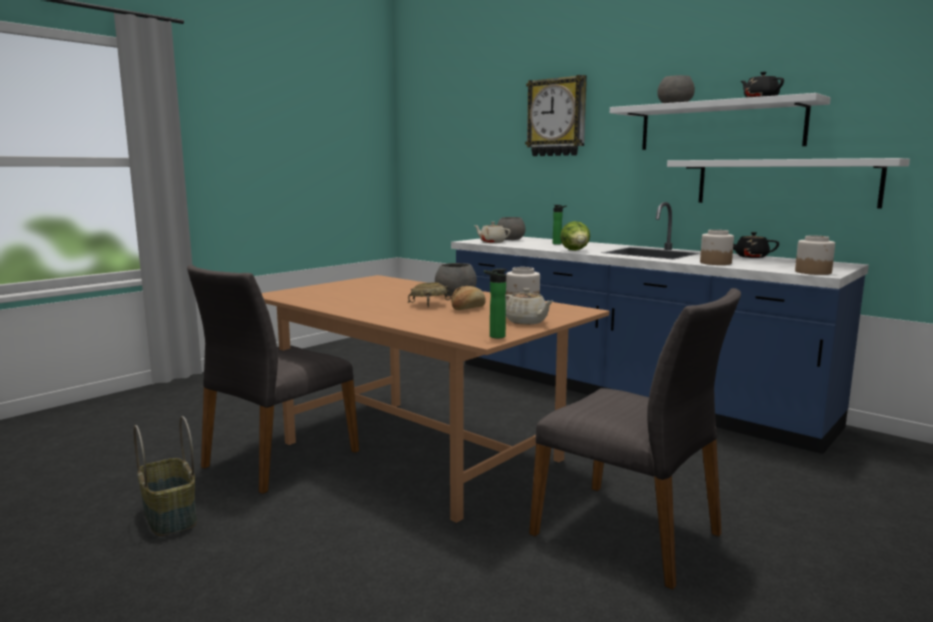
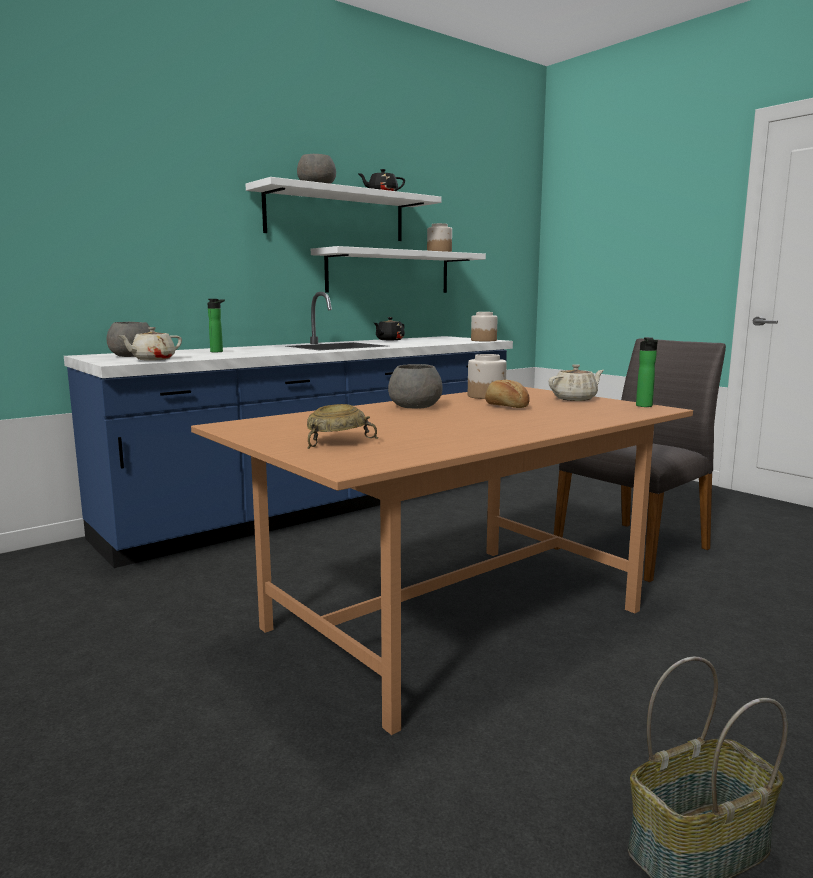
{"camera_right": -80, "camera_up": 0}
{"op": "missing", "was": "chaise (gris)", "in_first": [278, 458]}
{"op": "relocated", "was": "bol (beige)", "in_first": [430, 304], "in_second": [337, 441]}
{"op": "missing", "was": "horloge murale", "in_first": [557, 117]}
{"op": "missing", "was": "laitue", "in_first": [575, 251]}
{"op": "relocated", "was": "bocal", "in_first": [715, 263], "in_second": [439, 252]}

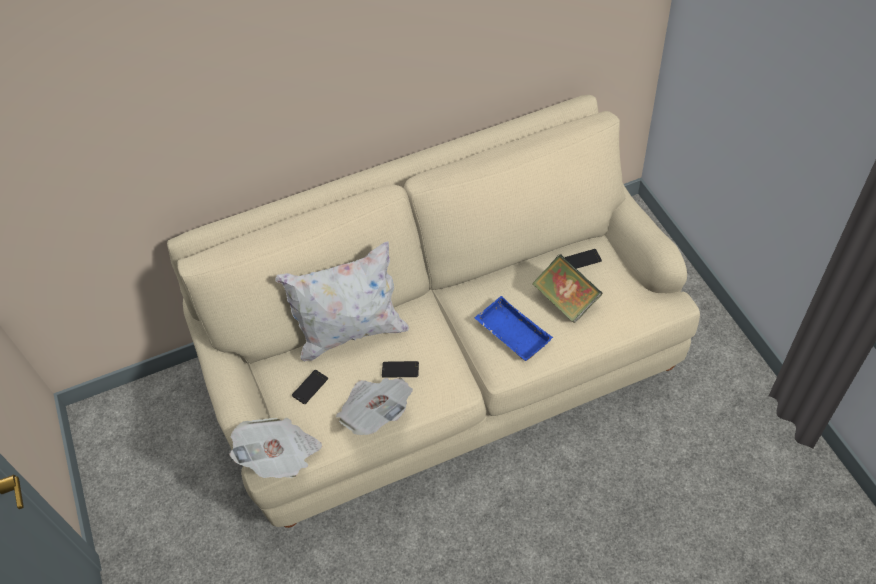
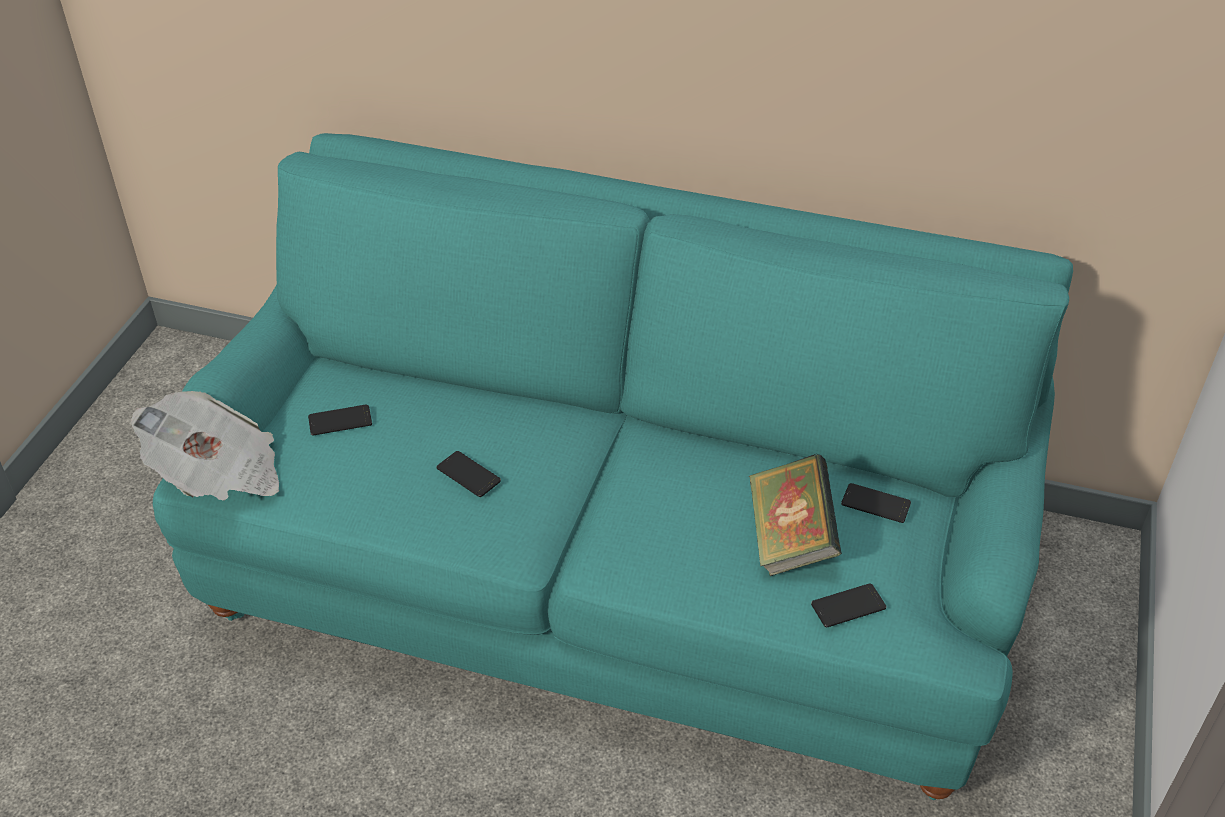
{"camera_right": 35, "camera_up": -10}
{"op": "colour", "was": "canapé (beige)", "now": "canapé (turquoise)", "in_first": [445, 368], "in_second": [613, 573]}
{"op": "missing", "was": "coussin (blanc)", "in_first": [351, 332]}
{"op": "missing", "was": "journal", "in_first": [375, 413]}
{"op": "missing", "was": "plateau (bleu)", "in_first": [510, 333]}
{"op": "appeared", "now": "téléphone", "in_second": [848, 606]}

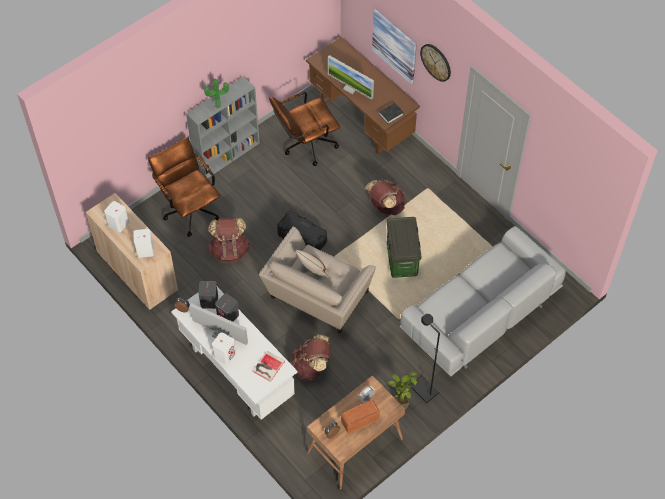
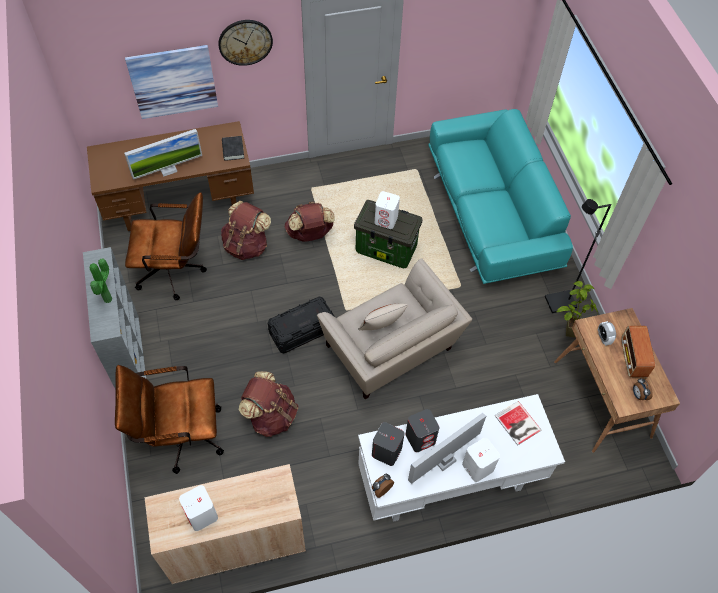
{"camera_right": -65, "camera_up": 0}
{"op": "relocated", "was": "enceinte (blanc)", "in_first": [145, 250], "in_second": [386, 220]}
{"op": "spun", "was": "chaise de bureau (marron)", "in_first": [305, 145], "in_second": [176, 272], "clockwise": -90}
{"op": "relocated", "was": "sac à dos (marron)", "in_first": [311, 366], "in_second": [246, 245]}
{"op": "colour", "was": "canapé (gris)", "now": "canapé (turquoise)", "in_first": [479, 315], "in_second": [491, 215]}

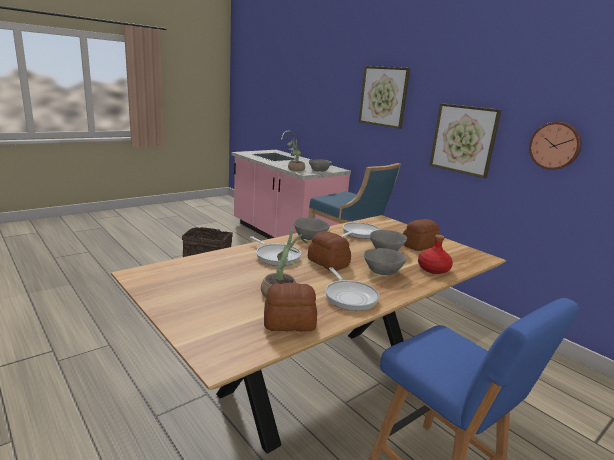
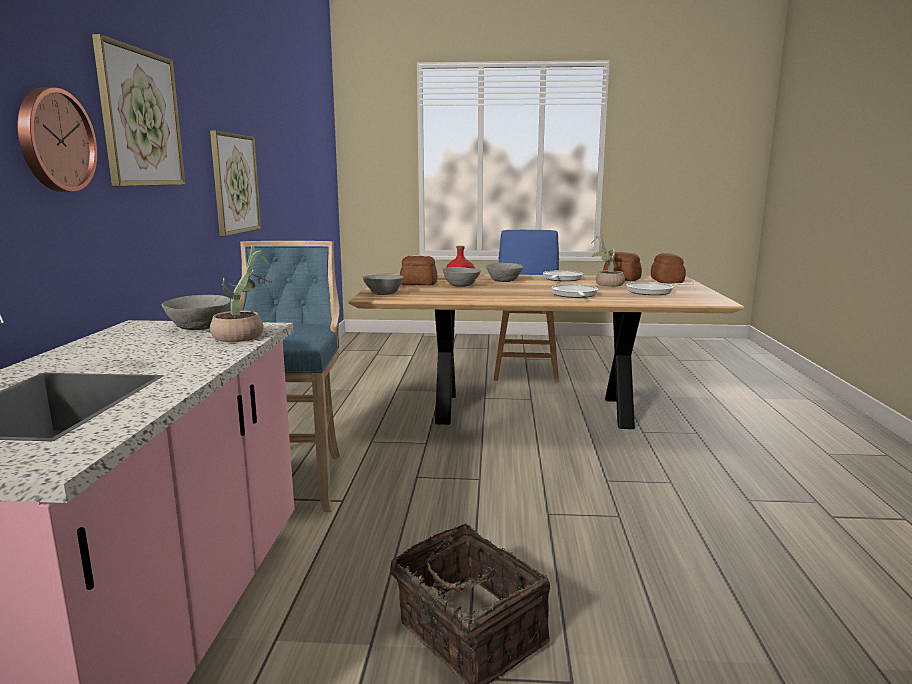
{"camera_right": -135, "camera_up": -5}
{"op": "relocated", "was": "bol (gris)", "in_first": [310, 238], "in_second": [384, 293]}
{"op": "relocated", "was": "pain", "in_first": [328, 263], "in_second": [667, 281]}
{"op": "relocated", "was": "poêle", "in_first": [359, 233], "in_second": [652, 291]}
{"op": "relocated", "was": "horloge murale", "in_first": [555, 145], "in_second": [54, 140]}

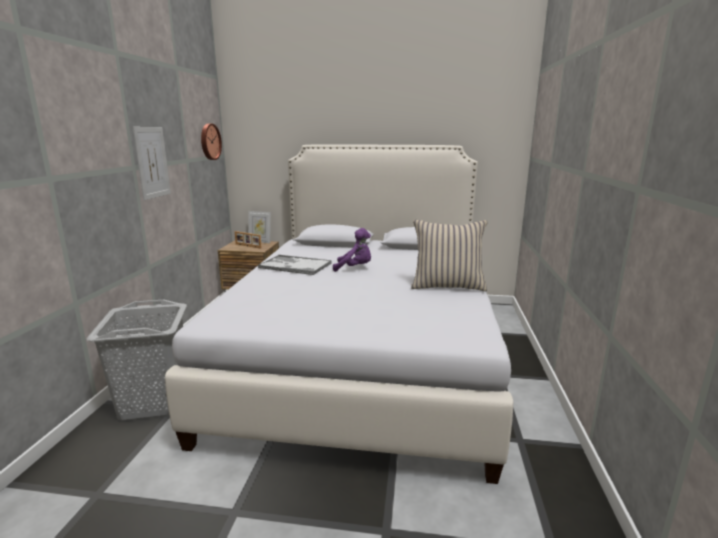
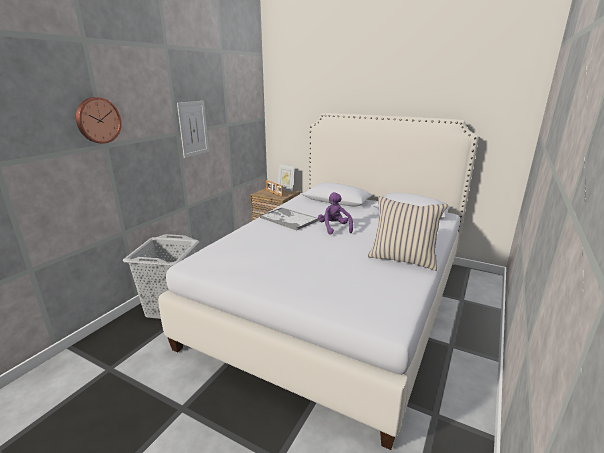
{"camera_right": 20, "camera_up": 5}
{"op": "relocated", "was": "horloge murale", "in_first": [209, 142], "in_second": [98, 120]}
{"op": "spun", "was": "peluche (violet)", "in_first": [355, 268], "in_second": [334, 228], "clockwise": -135}

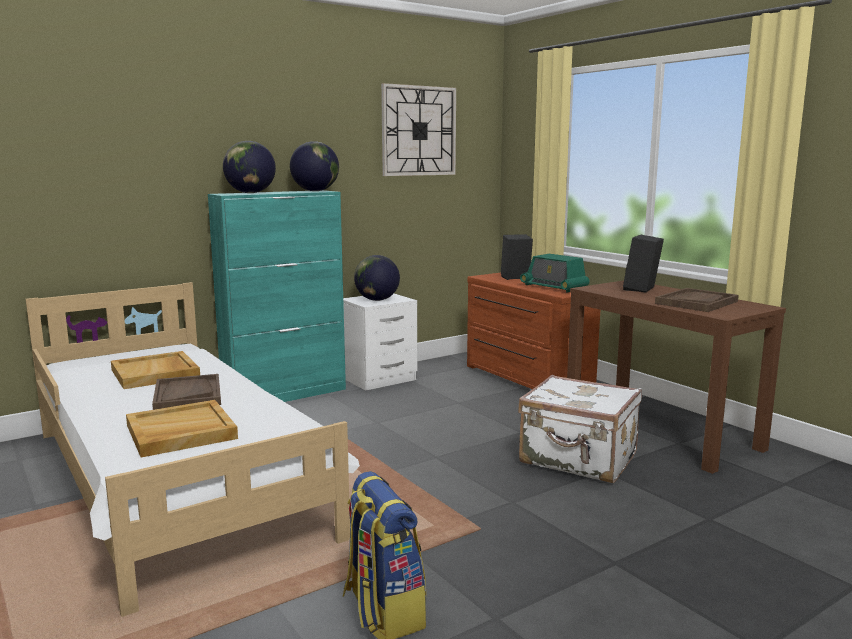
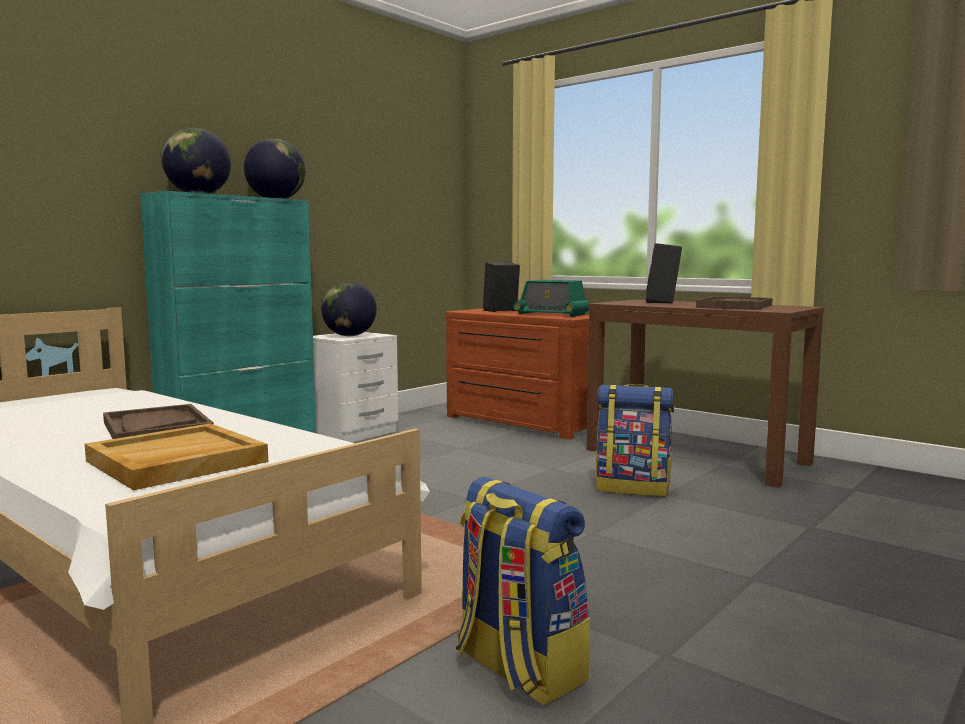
{"camera_right": -15, "camera_up": -5}
{"op": "missing", "was": "plateau (beige)", "in_first": [156, 373]}
{"op": "missing", "was": "horloge murale", "in_first": [419, 131]}
{"op": "exchanged", "was": "valise (blanc)", "now": "sac à dos", "in_first": [578, 460], "in_second": [633, 488]}

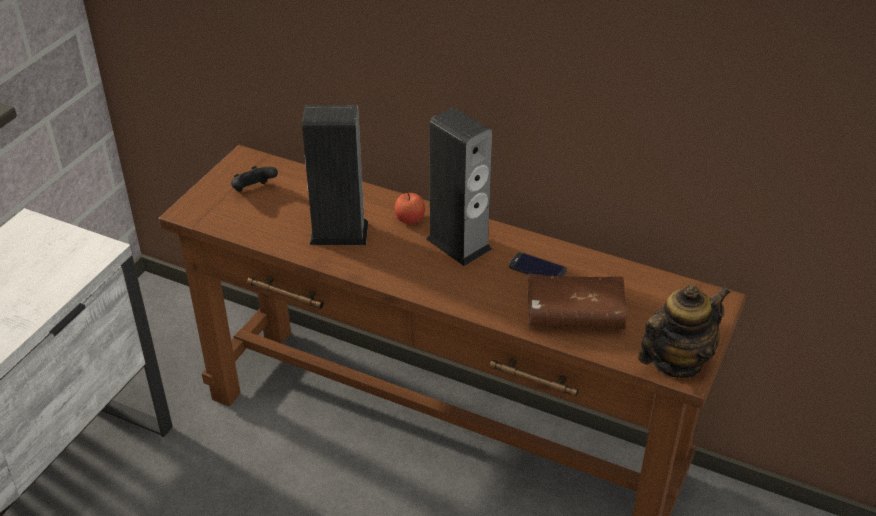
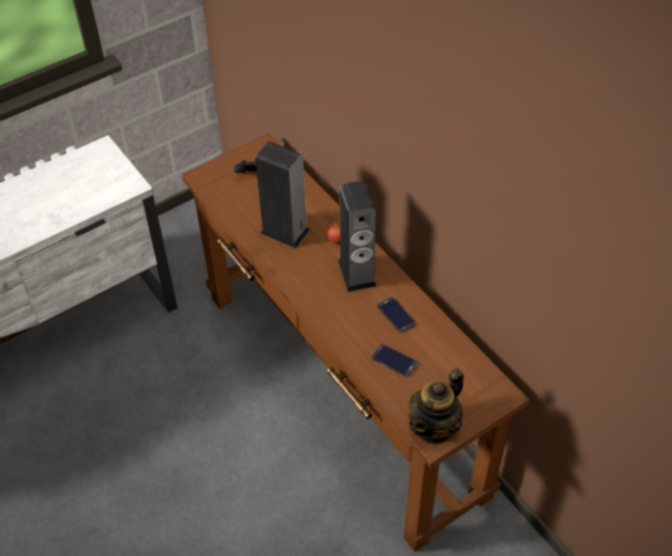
{"camera_right": 30, "camera_up": 10}
{"op": "exchanged", "was": "livre (marron)", "now": "téléphone", "in_first": [575, 313], "in_second": [394, 361]}
{"op": "spun", "was": "théière", "in_first": [676, 361], "in_second": [434, 427], "clockwise": 135}

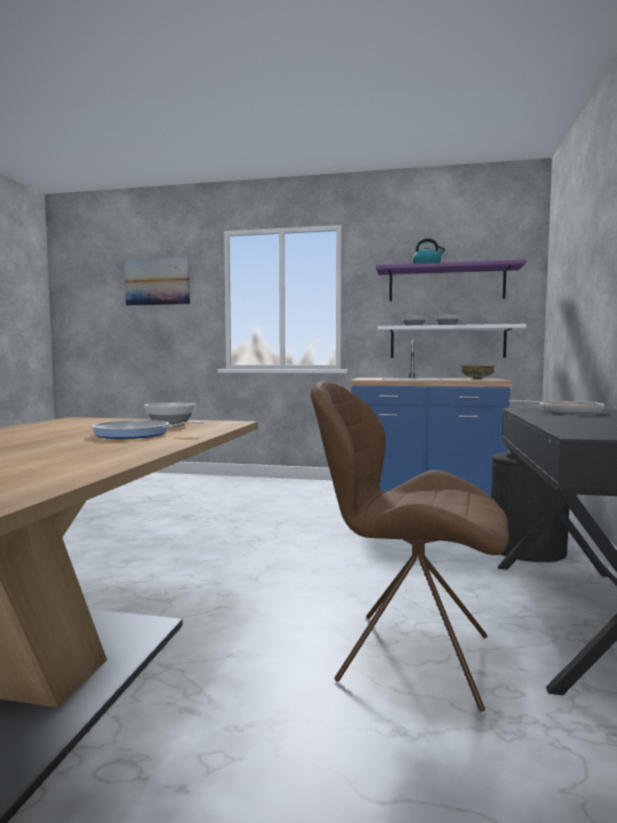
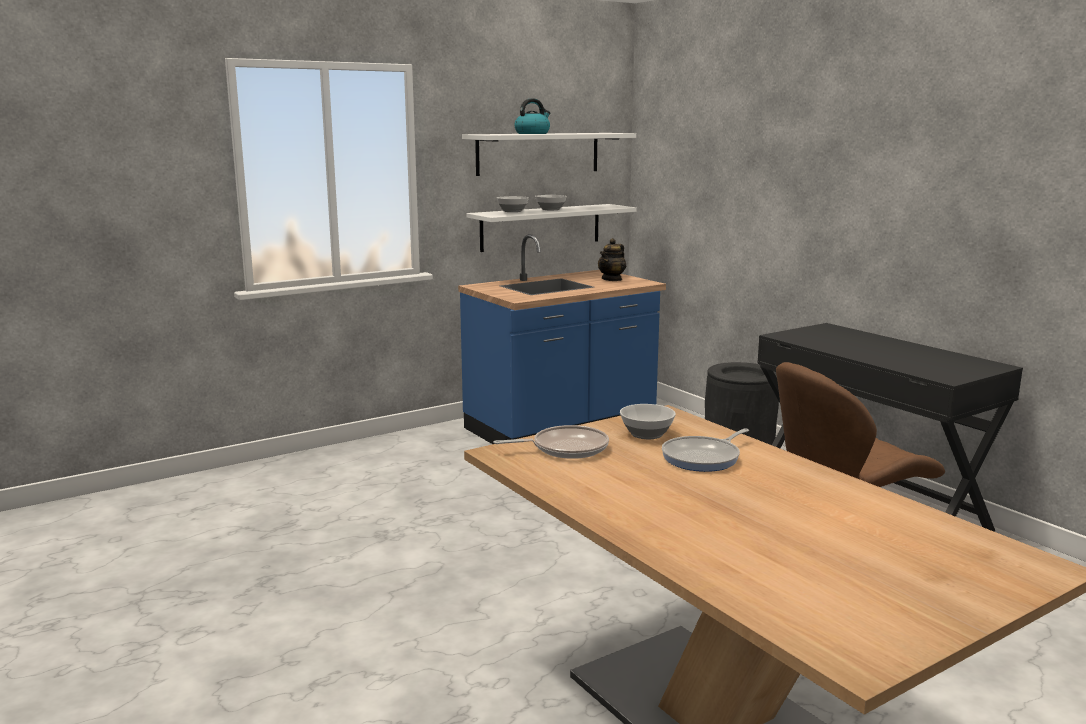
{"camera_right": -45, "camera_up": 10}
{"op": "missing", "was": "tableau", "in_first": [157, 281]}
{"op": "colour", "was": "étagère (violet)", "now": "étagère (blanc)", "in_first": [446, 284], "in_second": [538, 153]}
{"op": "exchanged", "was": "bol (beige)", "now": "théière", "in_first": [477, 379], "in_second": [612, 279]}
{"op": "relocated", "was": "poêle", "in_first": [566, 412], "in_second": [565, 448]}

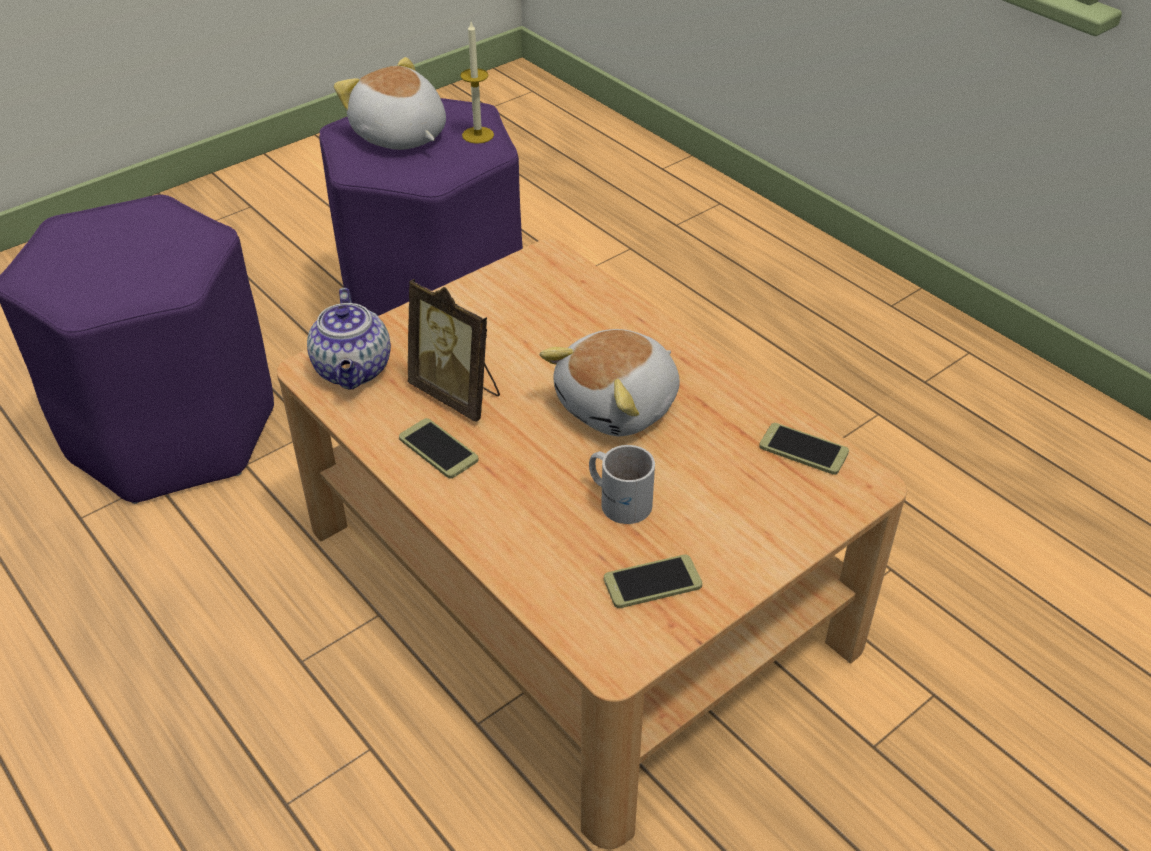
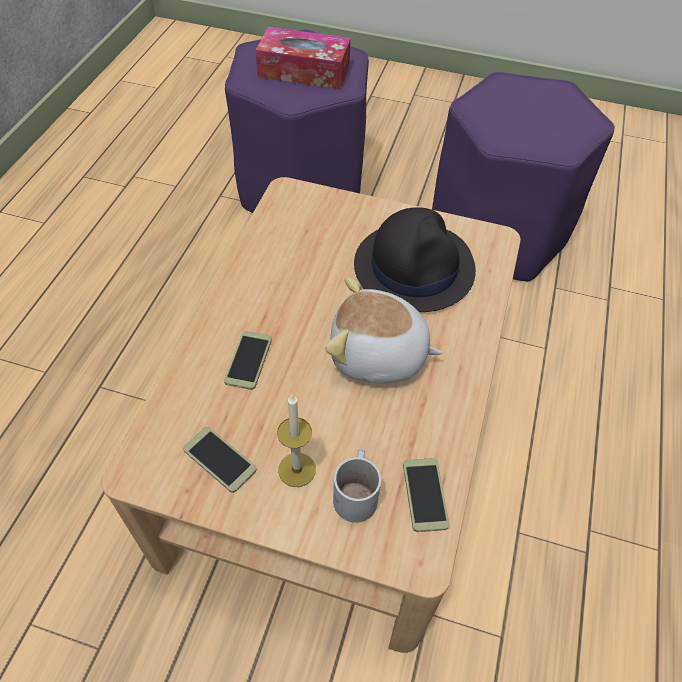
{"camera_right": 55, "camera_up": 10}
{"op": "missing", "was": "théière", "in_first": [354, 371]}
{"op": "missing", "was": "peluche", "in_first": [399, 136]}
{"op": "relocated", "was": "téléphone", "in_first": [438, 449], "in_second": [248, 360]}
{"op": "missing", "was": "cadre photo", "in_first": [458, 394]}
{"op": "relocated", "was": "bougie", "in_first": [478, 135], "in_second": [297, 469]}
{"op": "relocated", "was": "mug (blanc)", "in_first": [619, 498], "in_second": [358, 492]}
{"op": "appeared", "now": "boîte à mouchoirs", "in_second": [304, 71]}
{"op": "appeared", "now": "chapeau (noir)", "in_second": [414, 267]}

